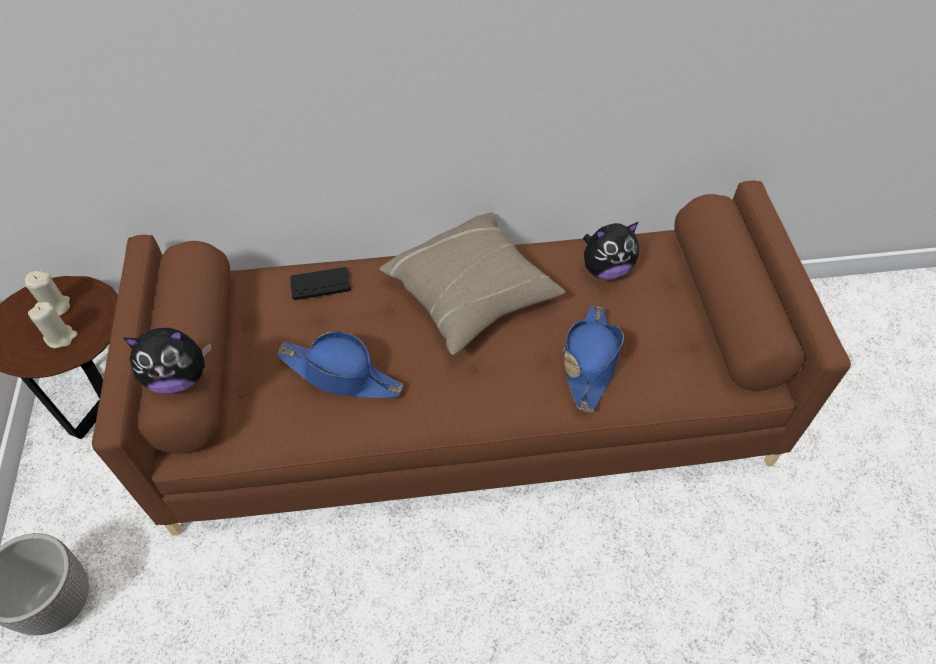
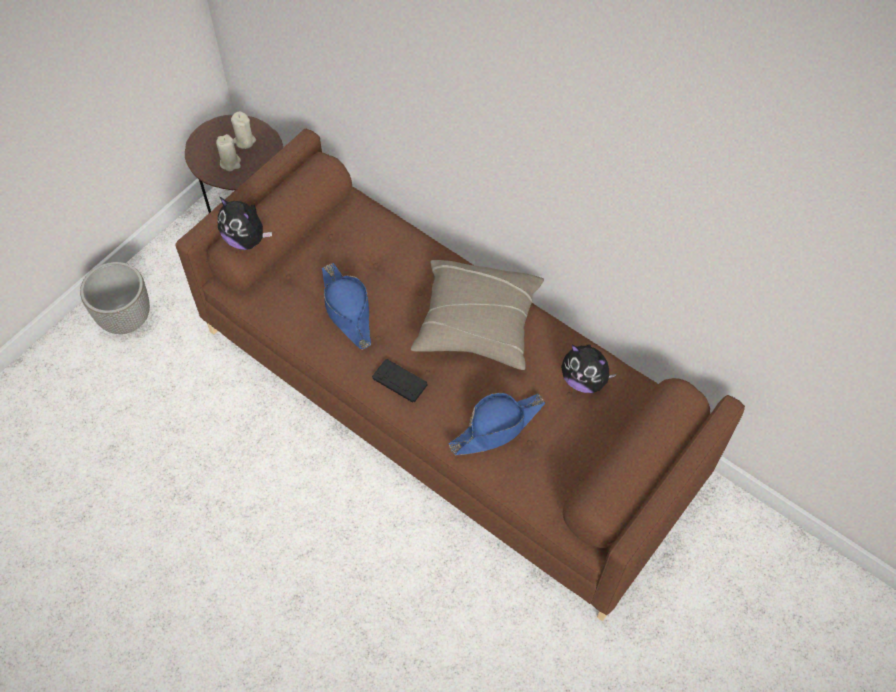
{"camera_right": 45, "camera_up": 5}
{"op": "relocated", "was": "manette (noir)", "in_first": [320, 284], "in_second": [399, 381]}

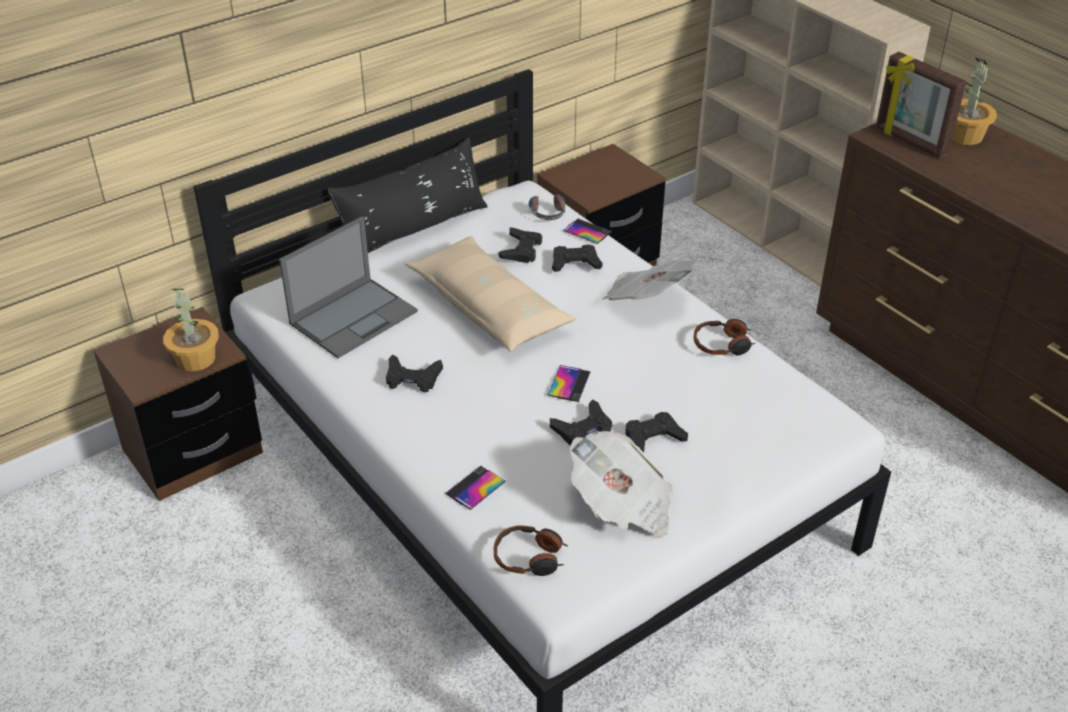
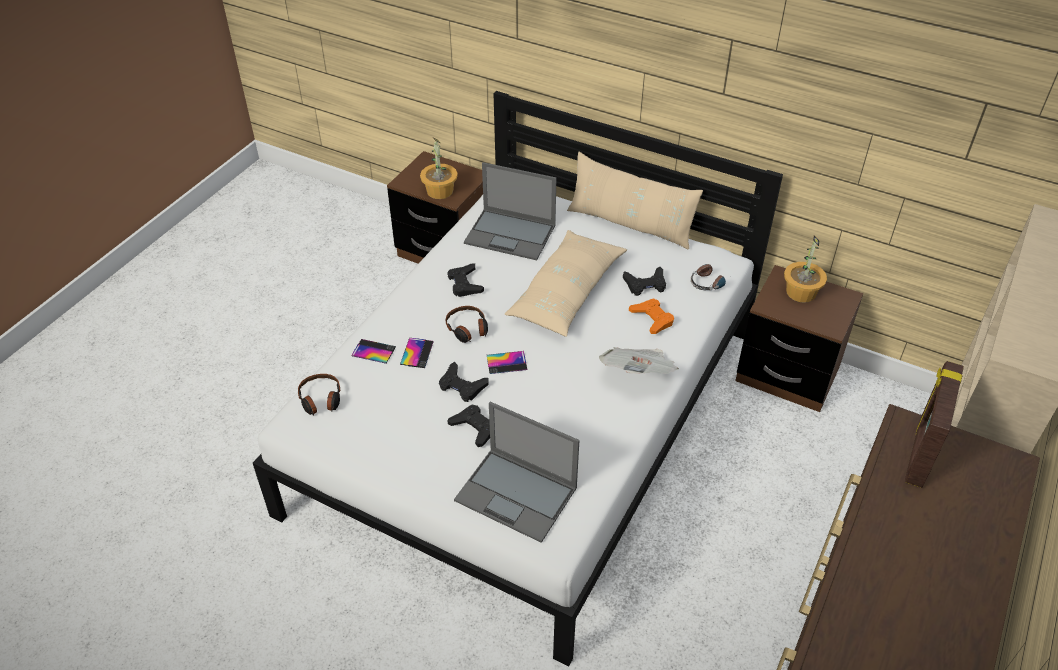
{"camera_right": 65, "camera_up": 5}
{"op": "colour", "was": "coussin (noir)", "now": "coussin (beige)", "in_first": [414, 230], "in_second": [630, 224]}
{"op": "colour", "was": "manette (noir)", "now": "manette (orange)", "in_first": [575, 263], "in_second": [652, 319]}
{"op": "relocated", "was": "téléphone", "in_first": [587, 231], "in_second": [417, 353]}
{"op": "missing", "was": "journal", "in_first": [622, 505]}
{"op": "relocated", "was": "casque audio", "in_first": [723, 345], "in_second": [468, 329]}
{"op": "relocated", "was": "plante en pot", "in_first": [964, 136], "in_second": [800, 292]}
{"op": "appeared", "now": "ordinateur portable", "in_second": [517, 494]}

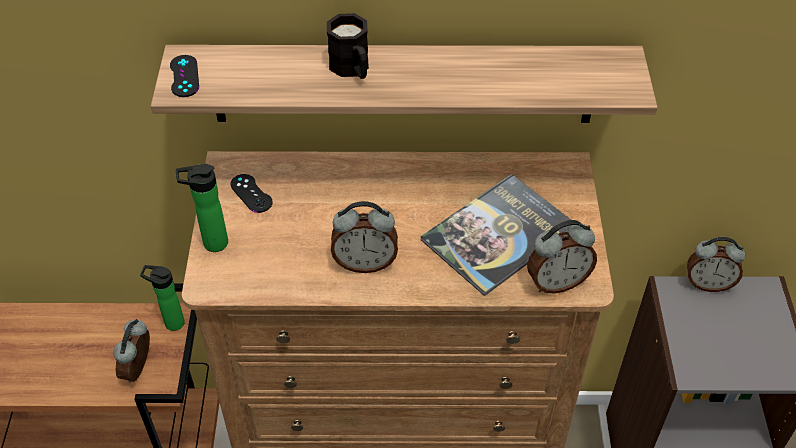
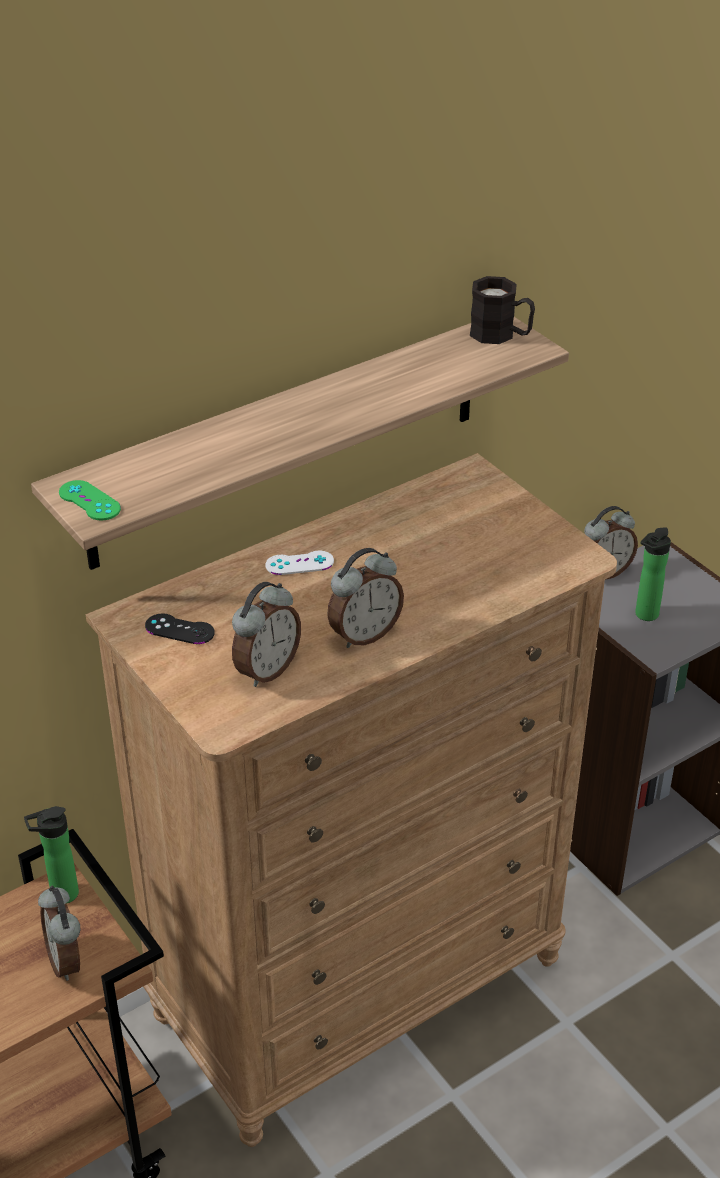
{"camera_right": -35, "camera_up": -10}
{"op": "colour", "was": "manette (noir)", "now": "manette (vert)", "in_first": [184, 76], "in_second": [89, 501]}
{"op": "relocated", "was": "bouteille", "in_first": [211, 243], "in_second": [644, 616]}
{"op": "relocated", "was": "mug (noir)", "in_first": [352, 69], "in_second": [501, 335]}
{"op": "missing", "was": "livre", "in_first": [498, 234]}
{"op": "relocated", "was": "réveil", "in_first": [556, 282], "in_second": [266, 670]}
{"op": "appeared", "now": "manette (blanc)", "in_second": [299, 563]}

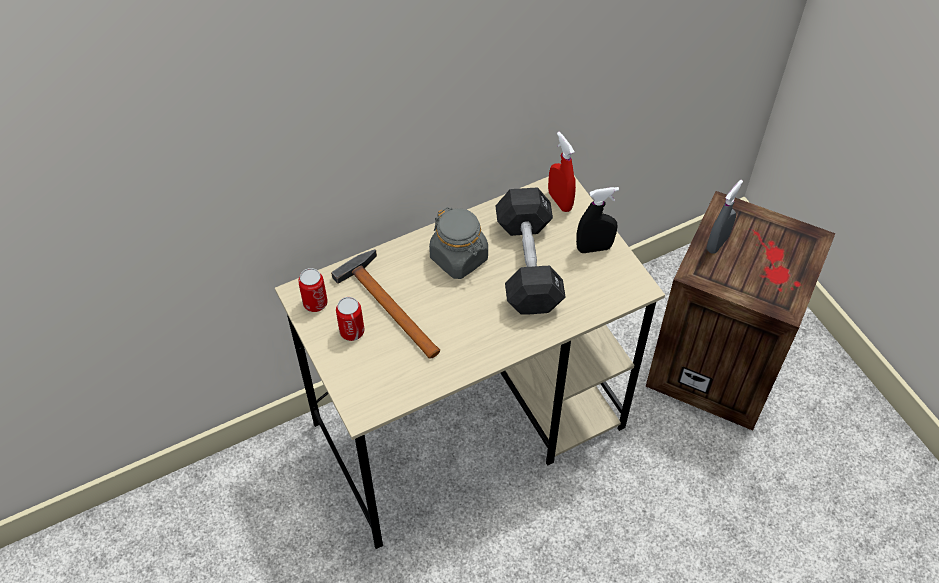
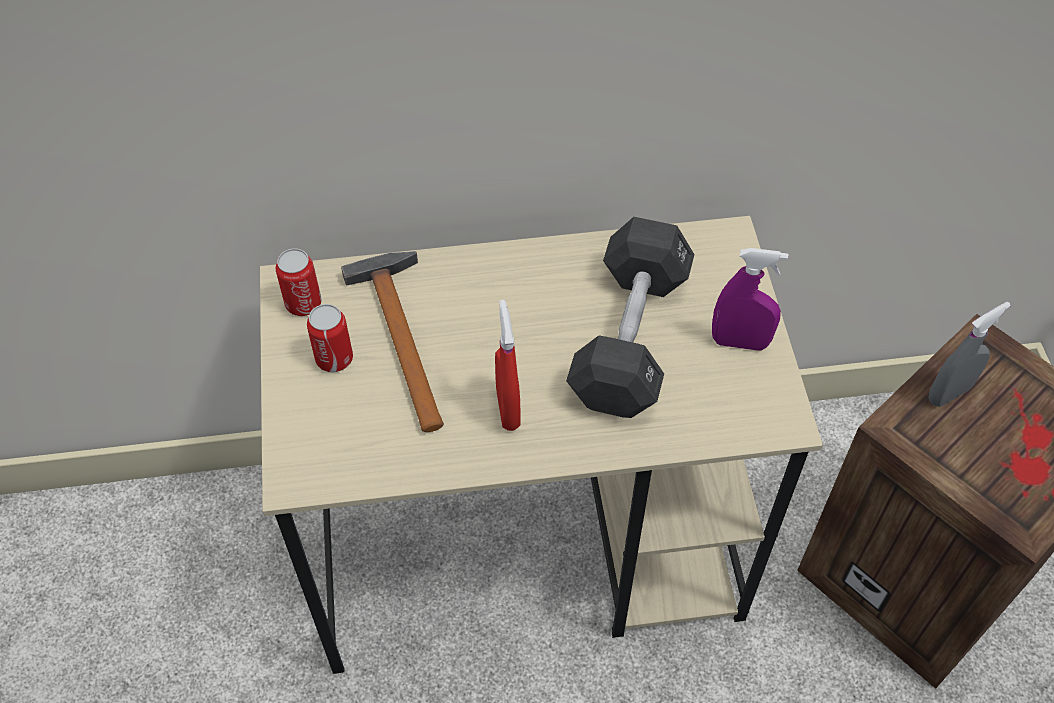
{"camera_right": 20, "camera_up": 0}
{"op": "missing", "was": "bocal (gris)", "in_first": [459, 258]}
{"op": "relocated", "was": "vaporisateur (rouge)", "in_first": [560, 201], "in_second": [508, 408]}
{"op": "colour", "was": "vaporisateur (noir)", "now": "vaporisateur (violet)", "in_first": [594, 248], "in_second": [740, 342]}

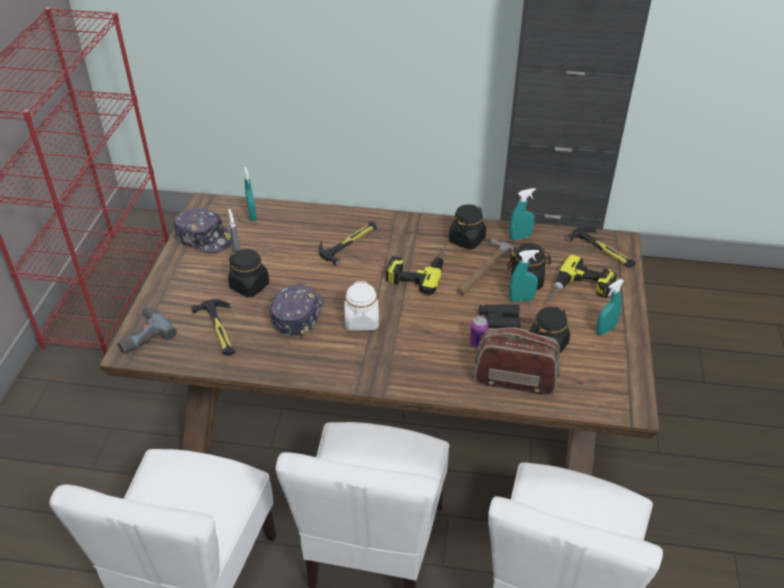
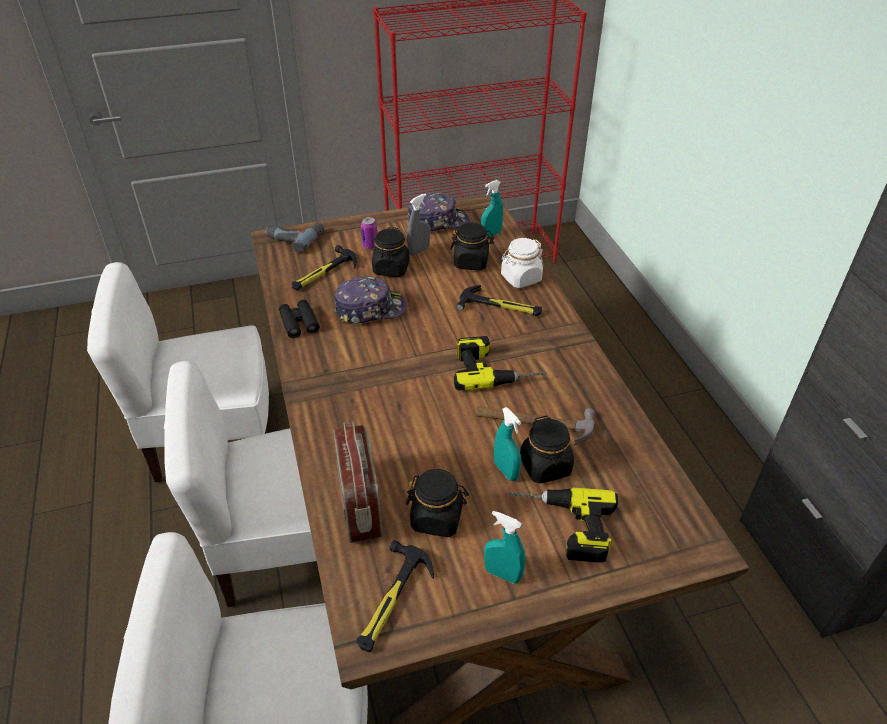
{"camera_right": 65, "camera_up": 0}
{"op": "spun", "was": "casquette", "in_first": [204, 238], "in_second": [437, 221], "clockwise": -105}
{"op": "relocated", "was": "bocal (blanc)", "in_first": [362, 321], "in_second": [520, 278]}
{"op": "relocated", "was": "bocal (noir)", "in_first": [467, 240], "in_second": [471, 262]}
{"op": "relocated", "was": "boîte métallique", "in_first": [477, 343], "in_second": [370, 245]}
{"op": "relocated", "was": "jumelles (noir)", "in_first": [498, 321], "in_second": [299, 323]}
{"op": "missing", "was": "vaporisateur (turquoise)", "in_first": [520, 237]}
{"op": "relocated", "was": "marteau", "in_first": [603, 250], "in_second": [392, 599]}

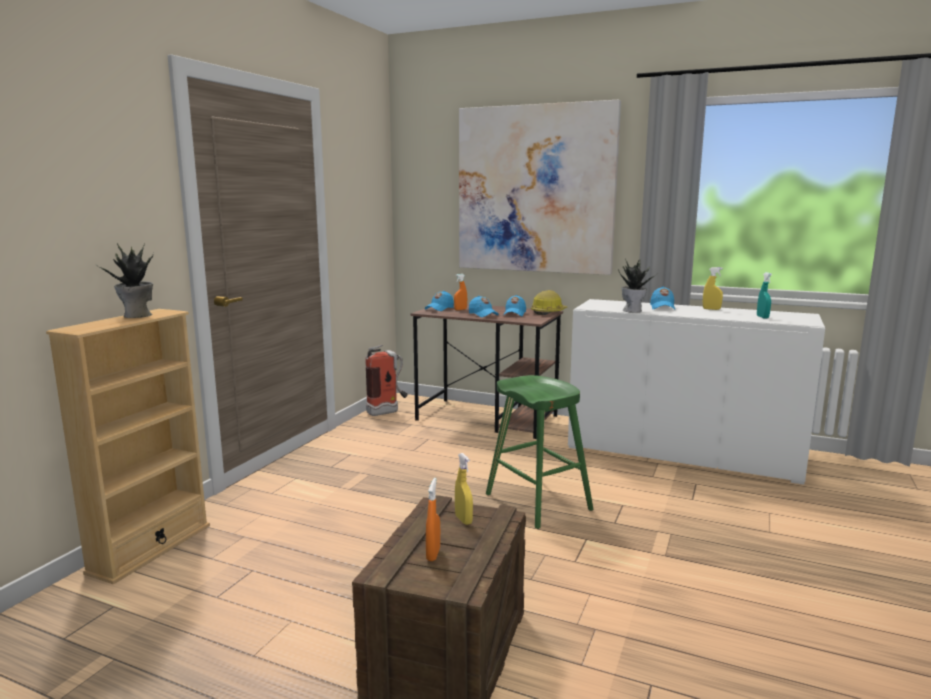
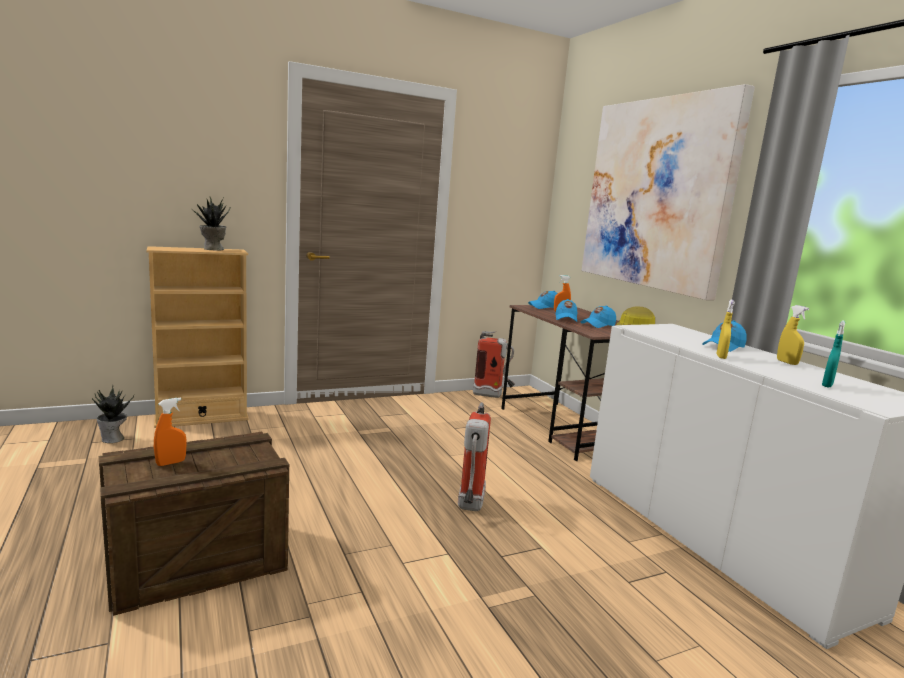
{"camera_right": 40, "camera_up": 0}
{"op": "relocated", "was": "vaporisateur (jaune)", "in_first": [463, 520], "in_second": [721, 357]}
{"op": "exchanged", "was": "tabouret (vert)", "now": "extincteur", "in_first": [537, 502], "in_second": [470, 506]}
{"op": "relocated", "was": "plante en pot", "in_first": [633, 310], "in_second": [113, 439]}

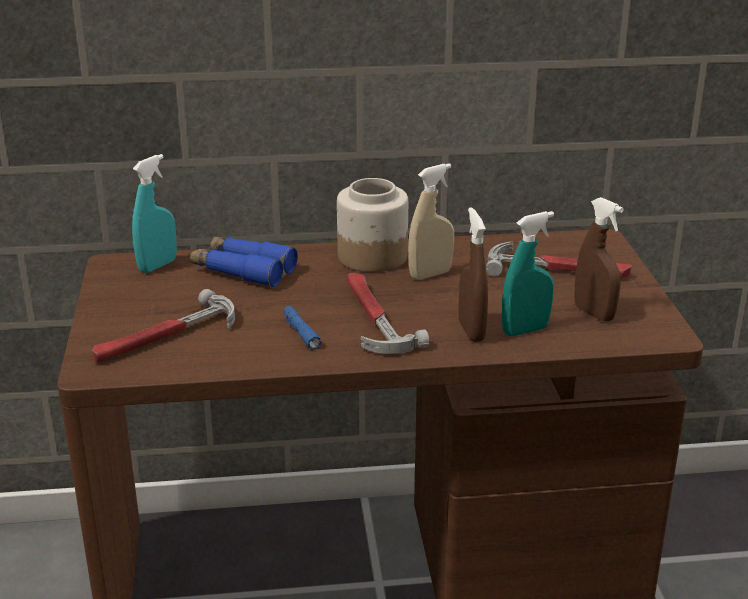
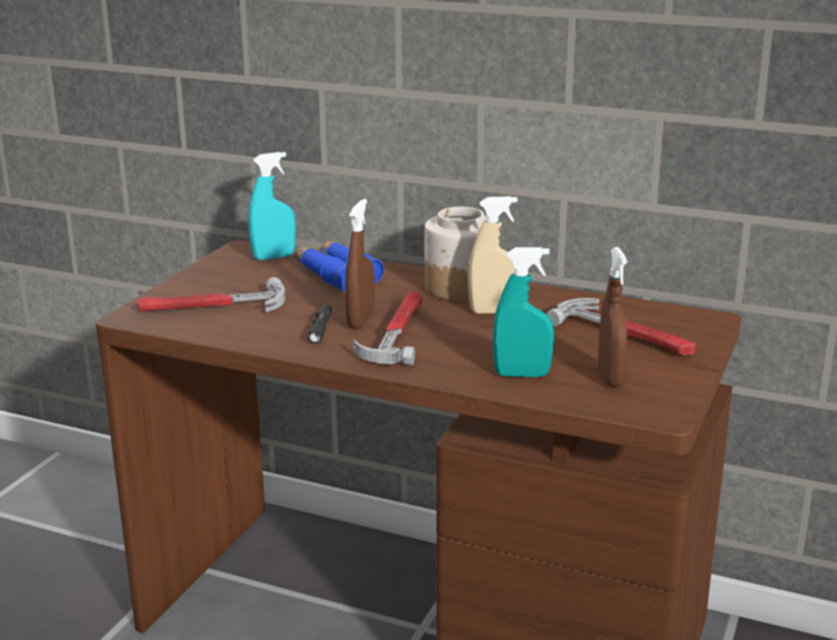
{"camera_right": 30, "camera_up": -5}
{"op": "colour", "was": "lampe de poche (bleu)", "now": "lampe de poche (noir)", "in_first": [300, 333], "in_second": [320, 329]}
{"op": "relocated", "was": "vaporisateur (marron)", "in_first": [471, 331], "in_second": [361, 320]}

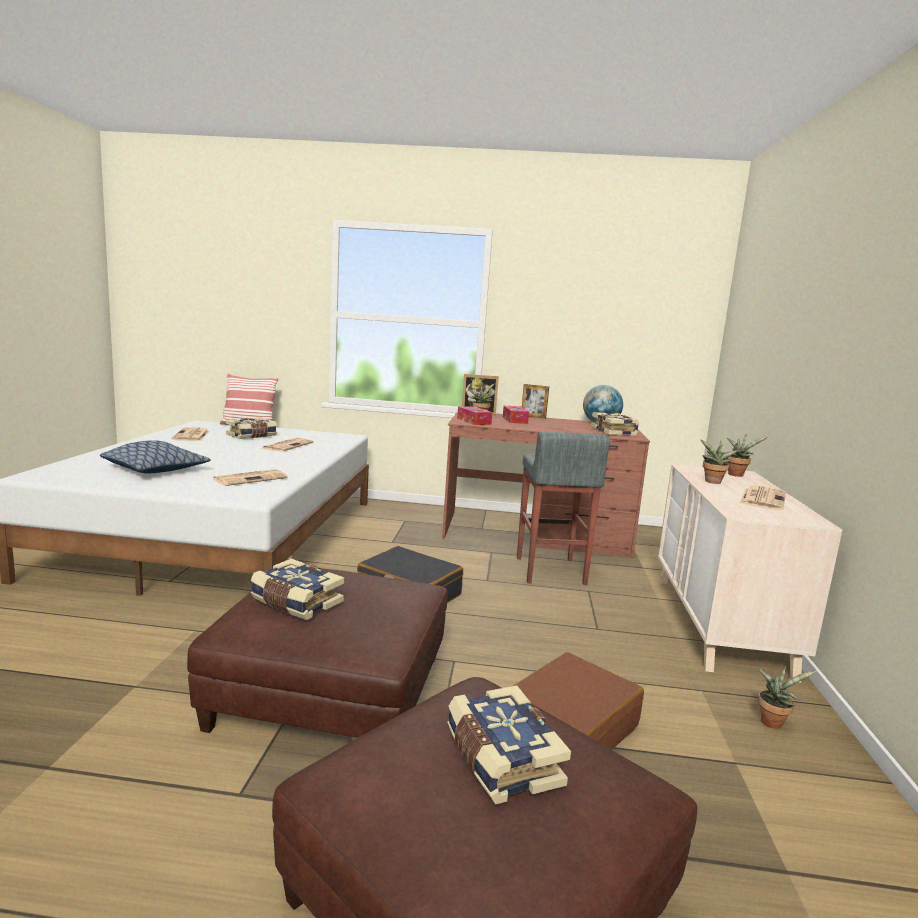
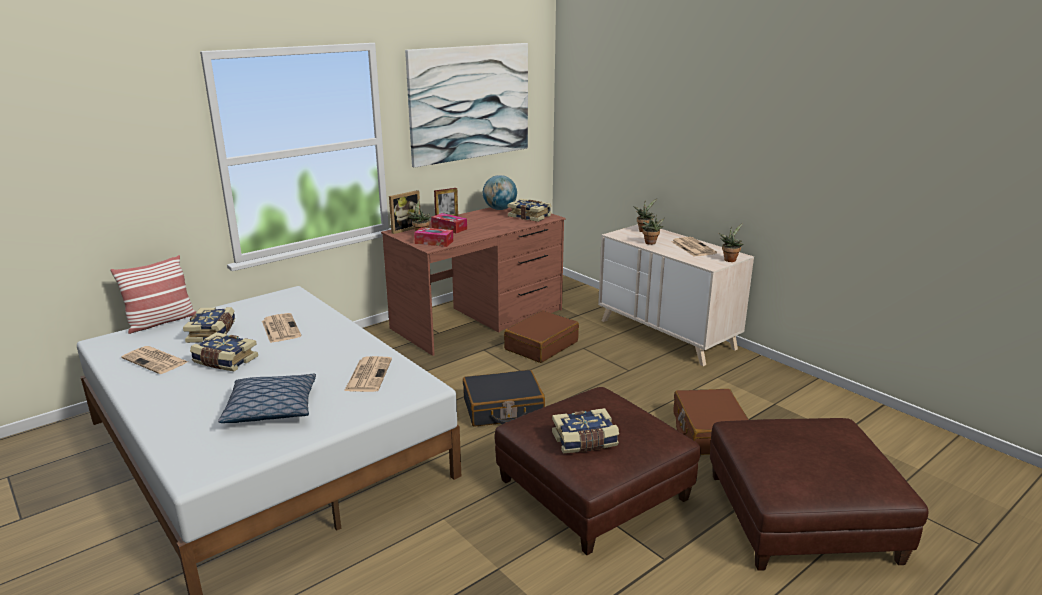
{"camera_right": -45, "camera_up": 10}
{"op": "relocated", "was": "livre", "in_first": [500, 759], "in_second": [224, 361]}
{"op": "exchanged", "was": "tabouret (gris)", "now": "valise (marron)", "in_first": [549, 571], "in_second": [541, 345]}
{"op": "relocated", "was": "plante en pot", "in_first": [773, 721], "in_second": [729, 259]}
{"op": "appeared", "now": "tableau", "in_second": [470, 103]}

